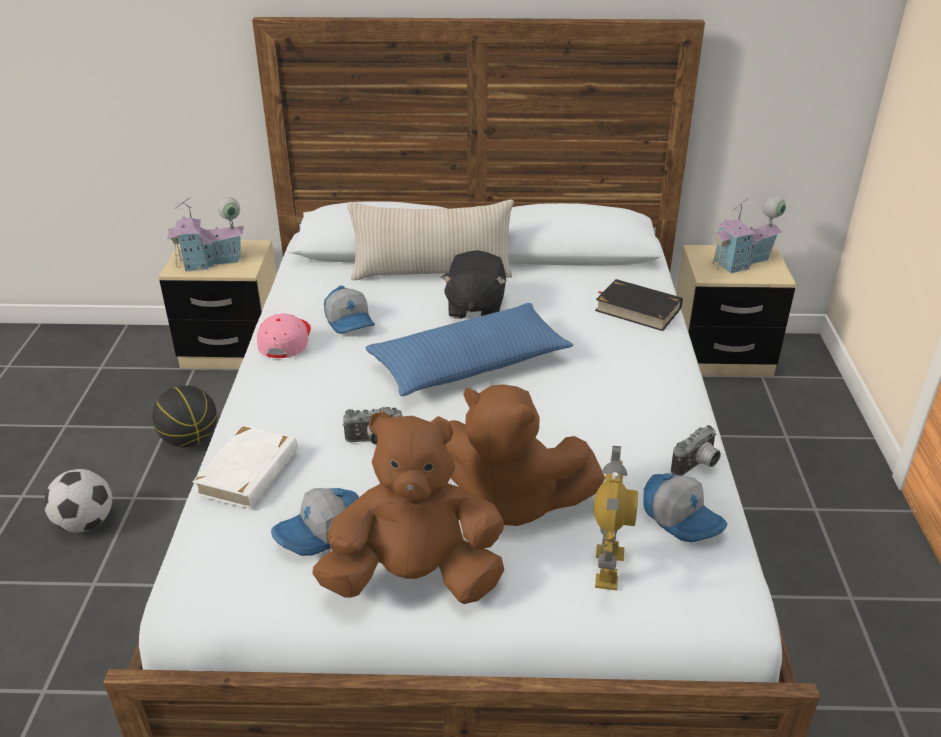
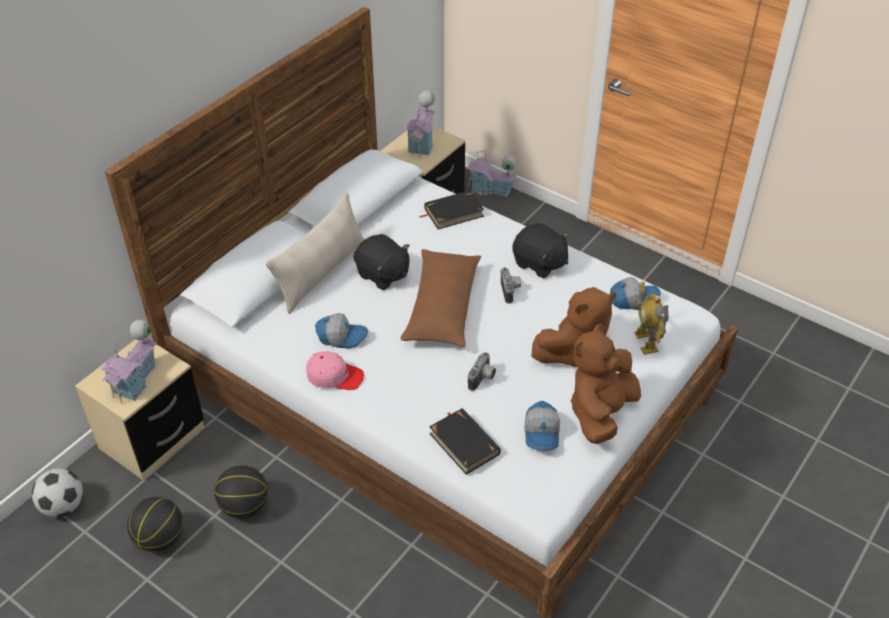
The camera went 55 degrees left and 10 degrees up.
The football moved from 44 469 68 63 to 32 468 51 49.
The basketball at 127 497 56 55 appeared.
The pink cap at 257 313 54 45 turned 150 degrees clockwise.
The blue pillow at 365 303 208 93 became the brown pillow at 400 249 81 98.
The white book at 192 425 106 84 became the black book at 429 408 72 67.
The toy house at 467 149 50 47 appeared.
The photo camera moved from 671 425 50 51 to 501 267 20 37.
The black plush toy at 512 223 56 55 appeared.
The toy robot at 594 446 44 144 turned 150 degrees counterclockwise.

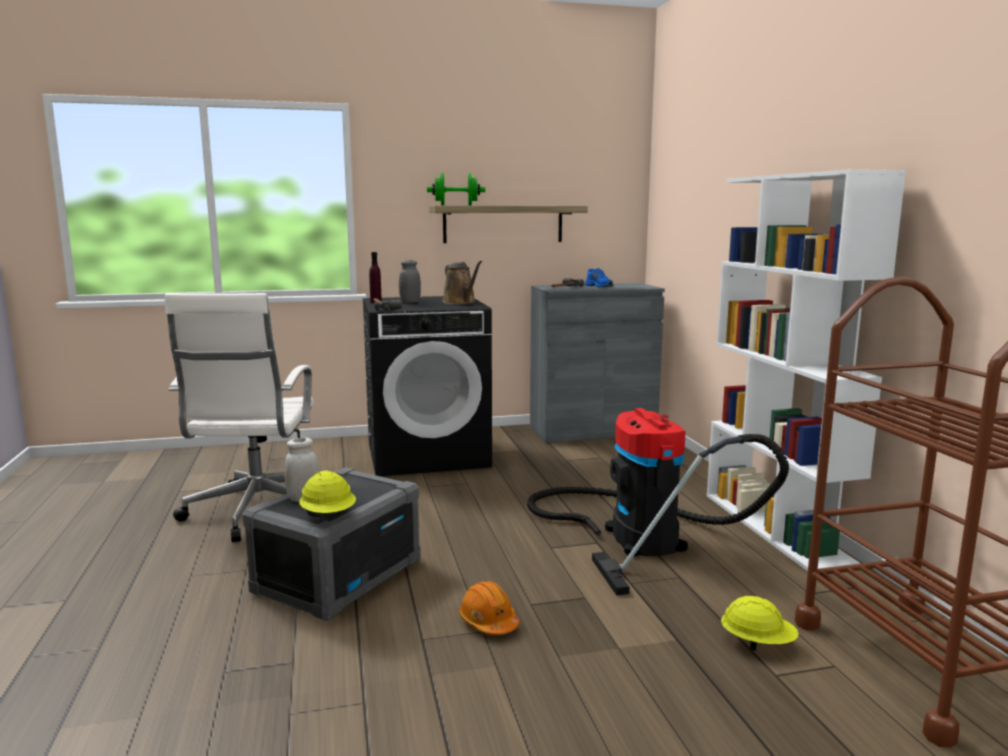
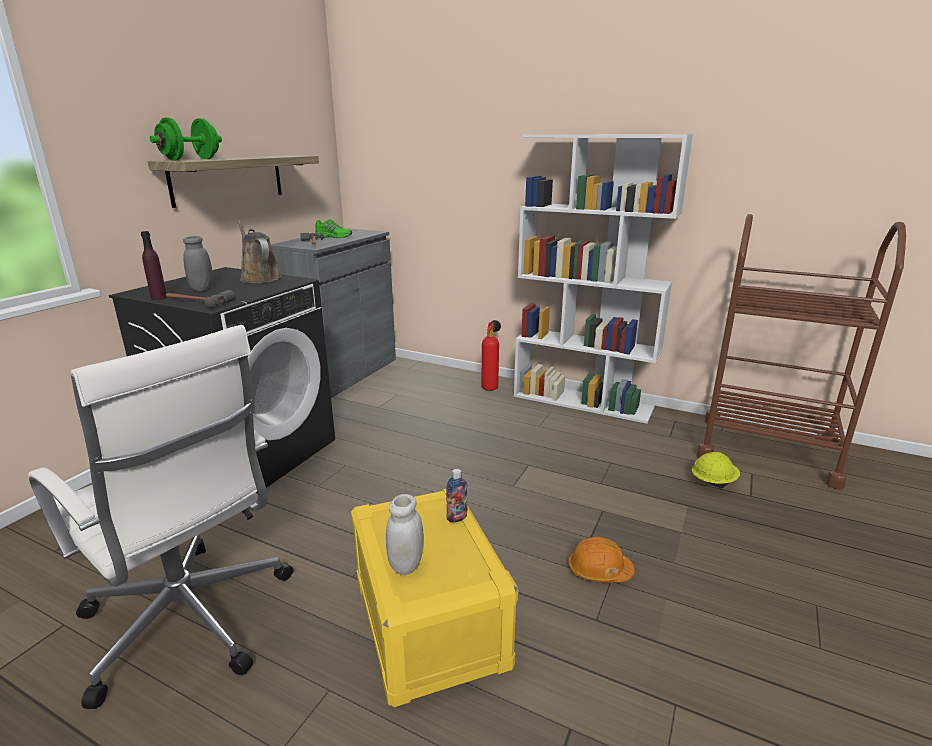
The camera went 50 degrees left and 10 degrees up.
The brown watering can at 442 261 40 43 turned 135 degrees counterclockwise.
The blue shoe at 585 268 28 19 became the green shoe at 315 219 37 19.
The grey storage box at 243 467 178 154 became the yellow storage box at 351 489 167 218.
The bottle at 446 469 21 54 appeared.
The fire extinguisher at 481 320 20 71 appeared.
The yellow hard hat at 299 471 57 46 disappeared.
The vacuum cleaner at 527 408 262 188 disappeared.

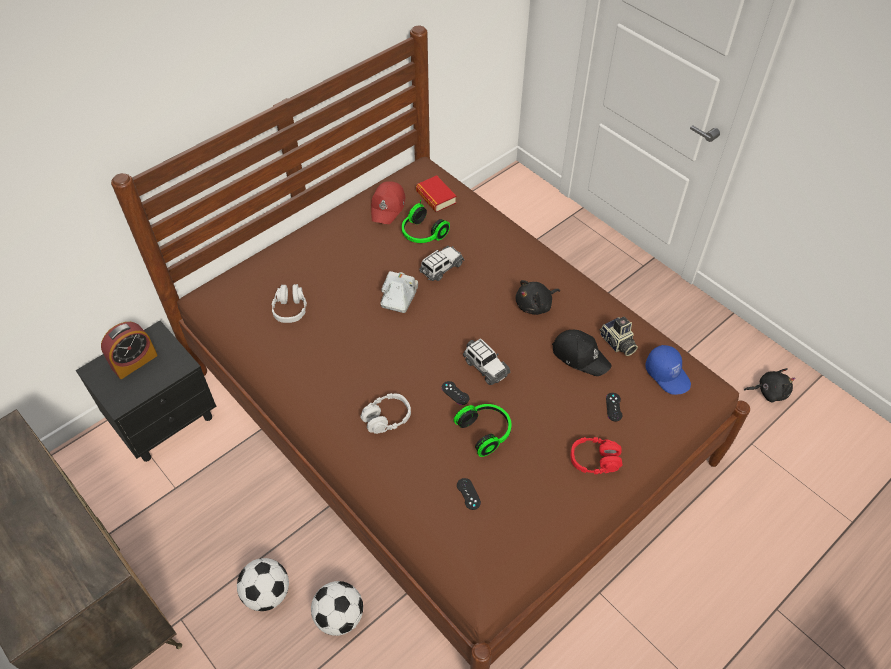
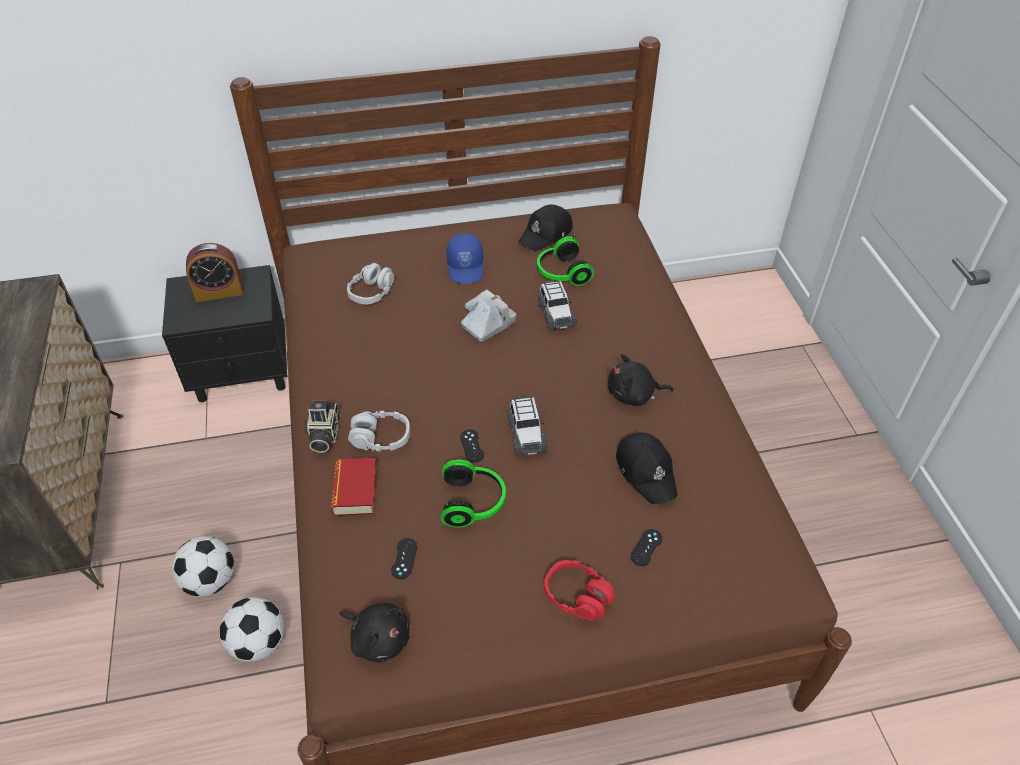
The camera went 30 degrees right and 5 degrees down.
The photo camera moved from 600 317 38 39 to 305 400 35 53.
The book moved from 416 175 40 37 to 331 458 46 58.
The black plush toy moved from 744 368 52 34 to 339 603 70 60.
The blue cap moved from 645 345 46 50 to 446 234 37 50.
The red cap at 371 181 34 43 became the black cap at 518 205 55 46.
The toy car at 419 246 45 35 turned 90 degrees clockwise.

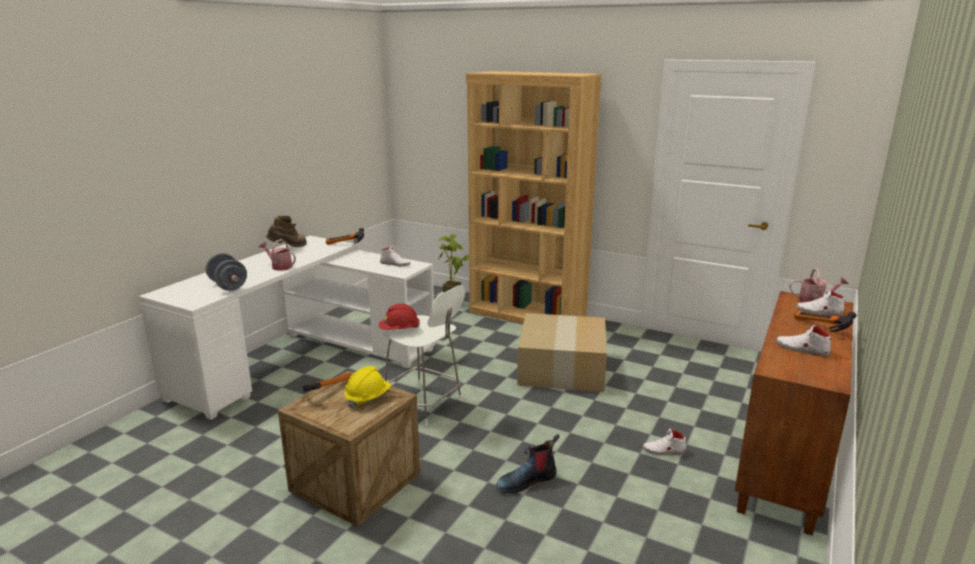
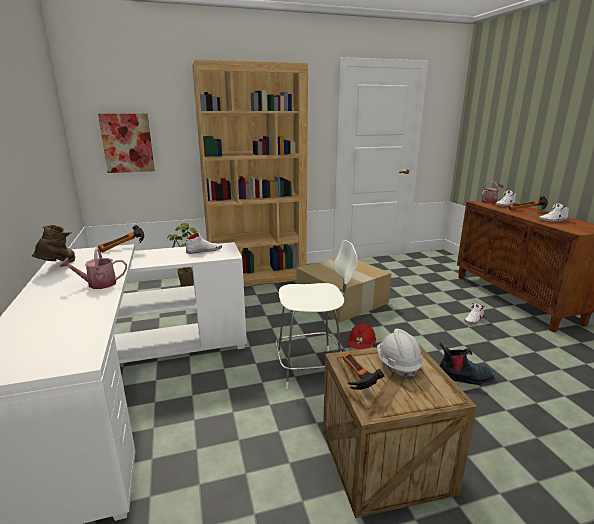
The camera went 45 degrees left and 0 degrees up.
The picture at 98 114 57 59 appeared.
The red hard hat moved from 379 304 41 26 to 348 323 28 26.
The yellow hard hat at 344 366 47 42 became the white hard hat at 377 329 46 51.
The boot at 496 434 63 59 turned 105 degrees counterclockwise.
The grey dumbbell at 206 253 41 38 disappeared.

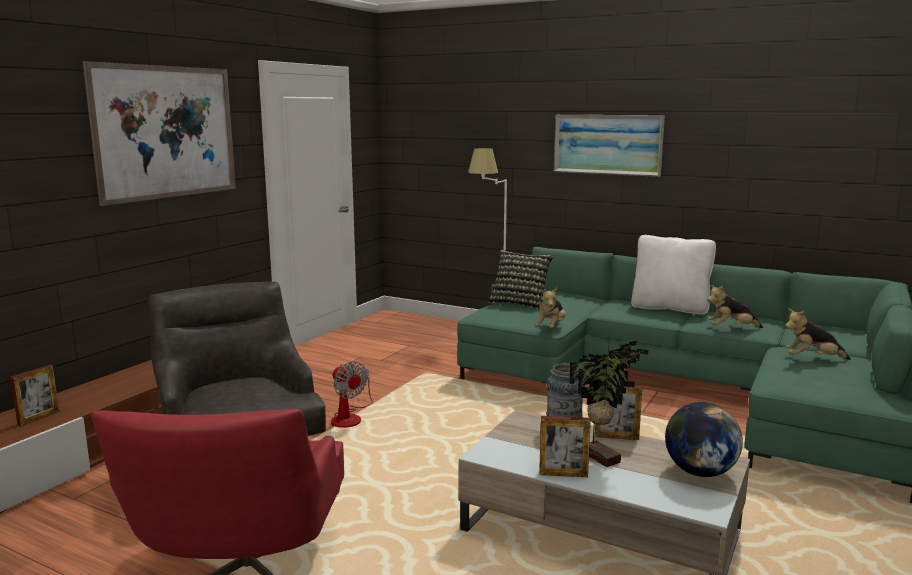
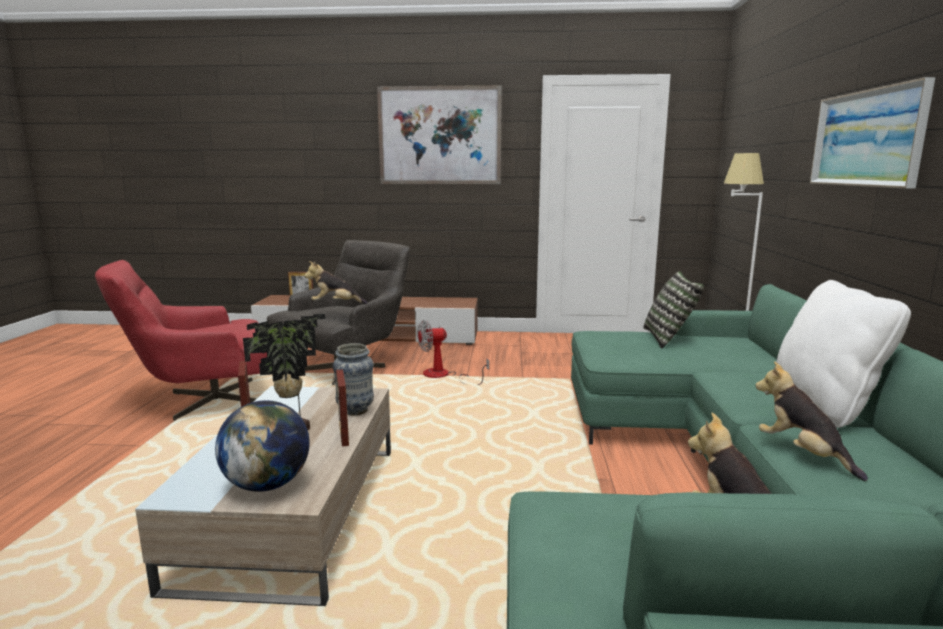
The camera went 65 degrees right and 0 degrees up.
The plush toy moved from 535 288 31 41 to 304 261 64 43.
The fan at 331 361 42 67 turned 45 degrees clockwise.

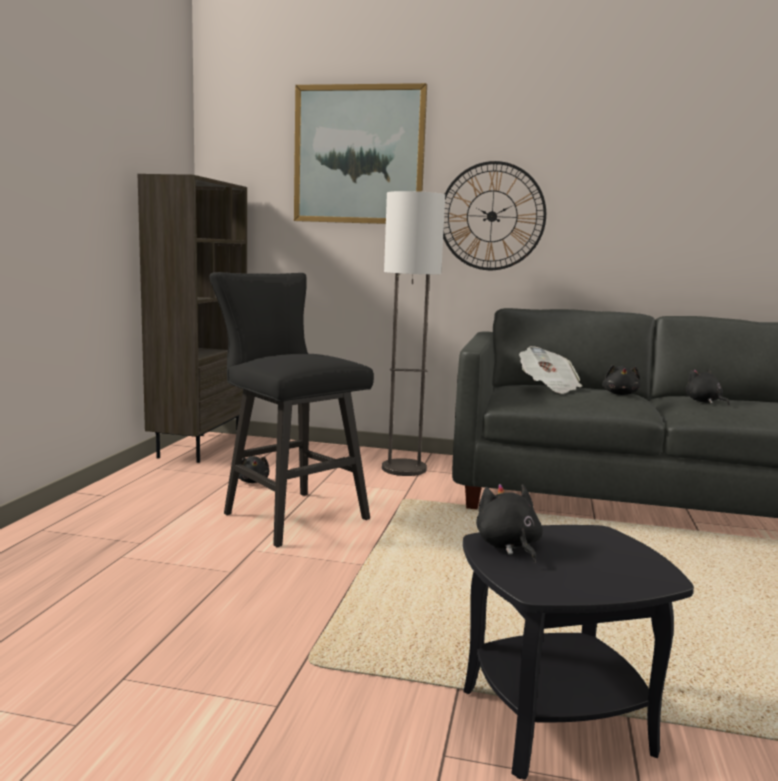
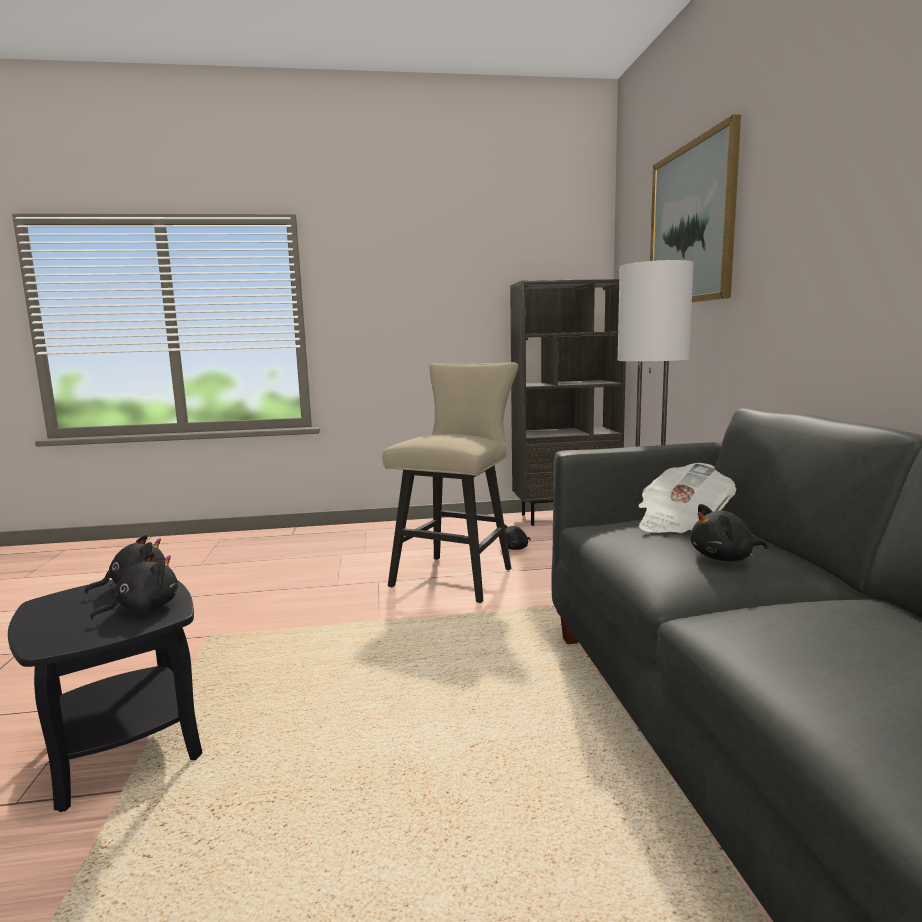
The camera went 70 degrees right and 0 degrees up.
The black plush toy moved from 685 369 45 36 to 90 552 88 69.
The black stool at 209 272 165 275 became the beige stool at 382 362 136 241.
The wall clock at 443 161 103 109 disappeared.

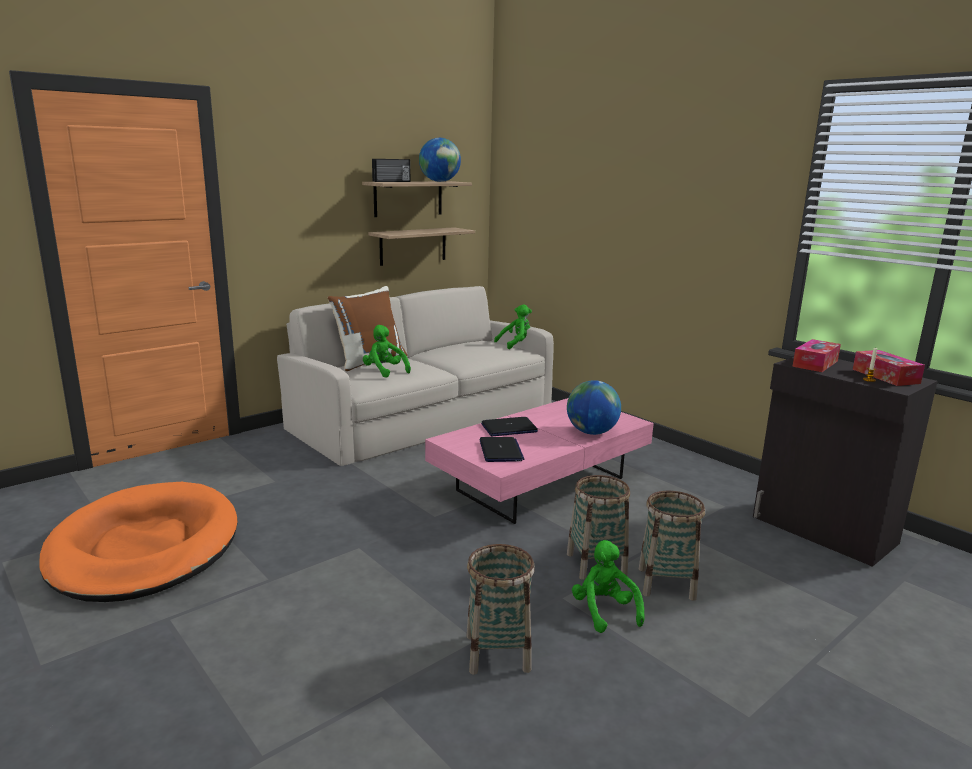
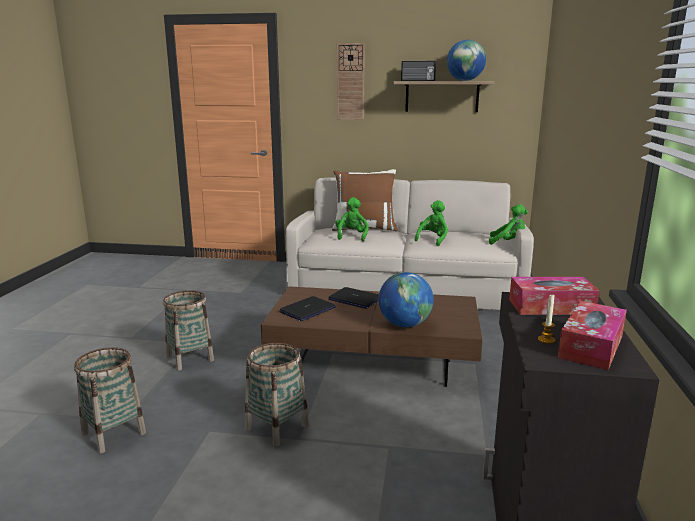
The camera went 50 degrees right and 0 degrees up.
The basket moved from 639 491 66 110 to 163 290 51 81.
The pink coffee table at 425 398 229 126 became the brown coffee table at 261 286 221 101.
The wall clock at 337 43 28 77 appeared.
The green plush toy moved from 572 540 73 93 to 415 200 33 46.
The orange dog bed at 39 482 199 120 disappeared.
The shelf at 368 227 107 39 disappeared.

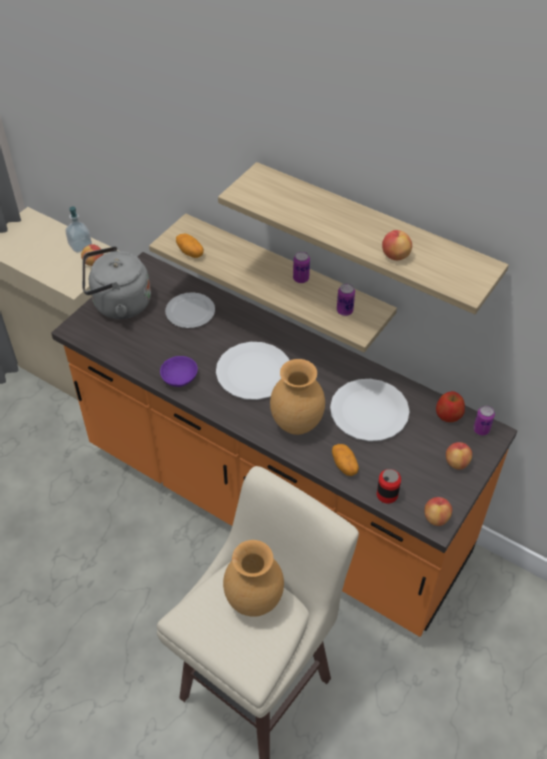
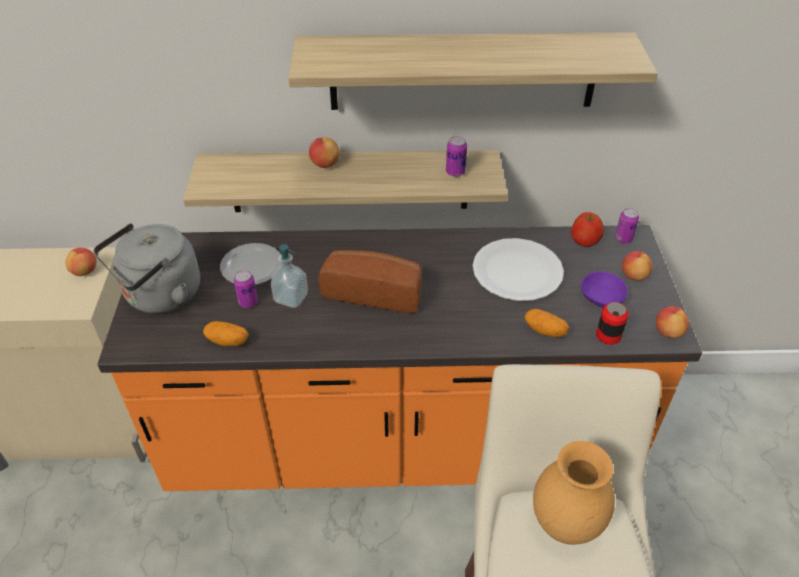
The camera went 35 degrees left and 5 degrees down.
The potato moved from 176 234 28 24 to 203 321 46 25.
The can moved from 293 251 17 32 to 234 270 24 38.
The soap dispenser moved from 66 206 26 47 to 271 244 37 64.
The apple moved from 382 230 30 30 to 309 137 31 31.
The white plate at 216 342 74 58 was replaced by the bread at 318 250 104 63.
The purple bowl moved from 160 356 38 31 to 581 271 47 37.
The brown vase at 270 359 55 76 disappeared.

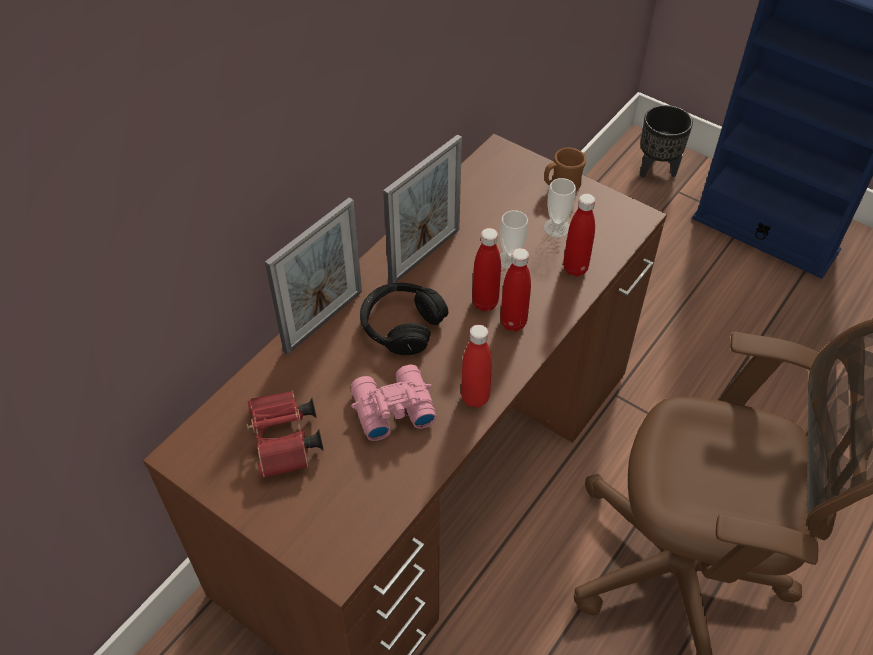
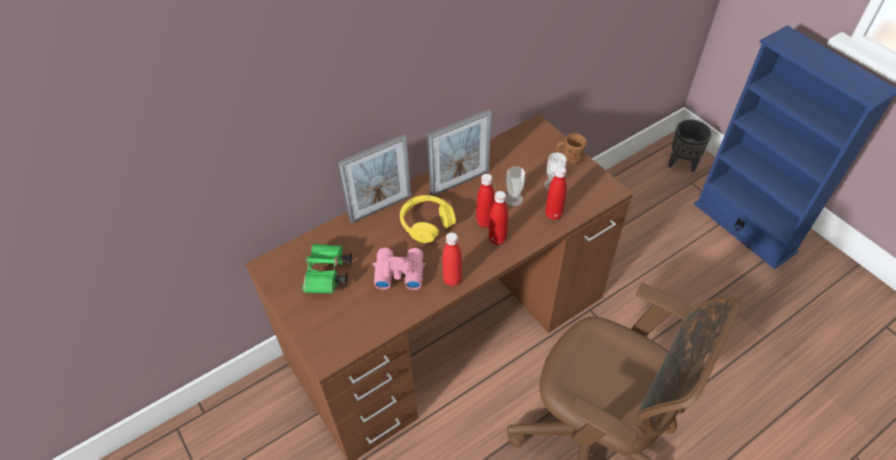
The camera went 20 degrees right and 0 degrees up.
The red binoculars at 247 391 76 87 became the green binoculars at 303 244 49 50.
The black headphones at 360 283 88 72 became the yellow headphones at 400 195 56 48.

